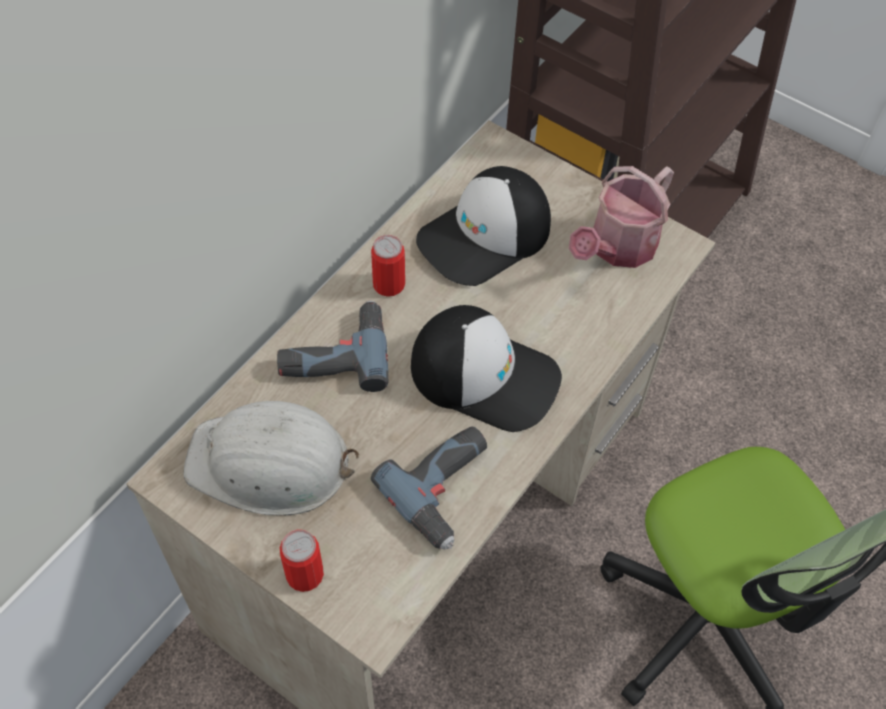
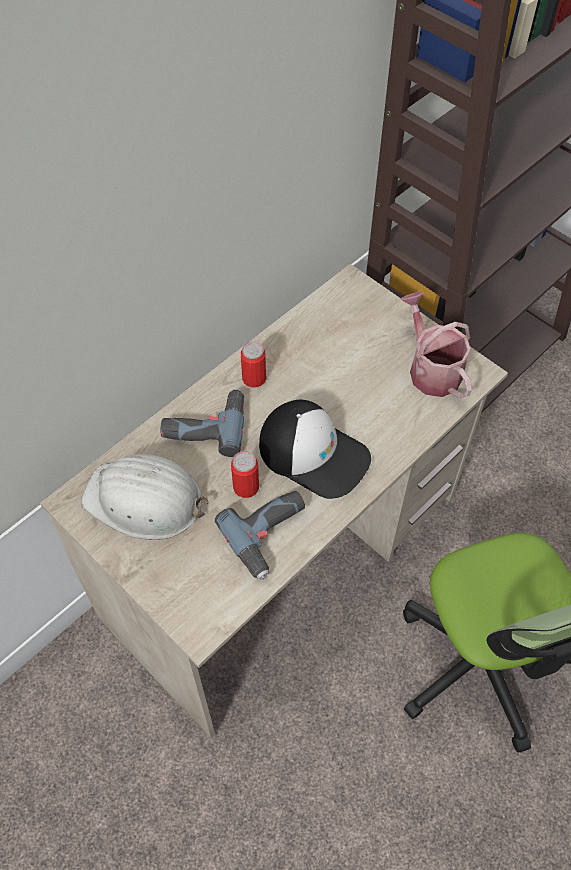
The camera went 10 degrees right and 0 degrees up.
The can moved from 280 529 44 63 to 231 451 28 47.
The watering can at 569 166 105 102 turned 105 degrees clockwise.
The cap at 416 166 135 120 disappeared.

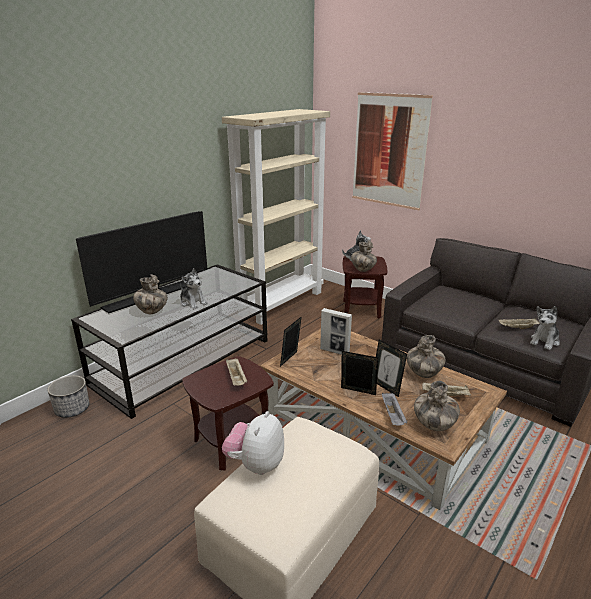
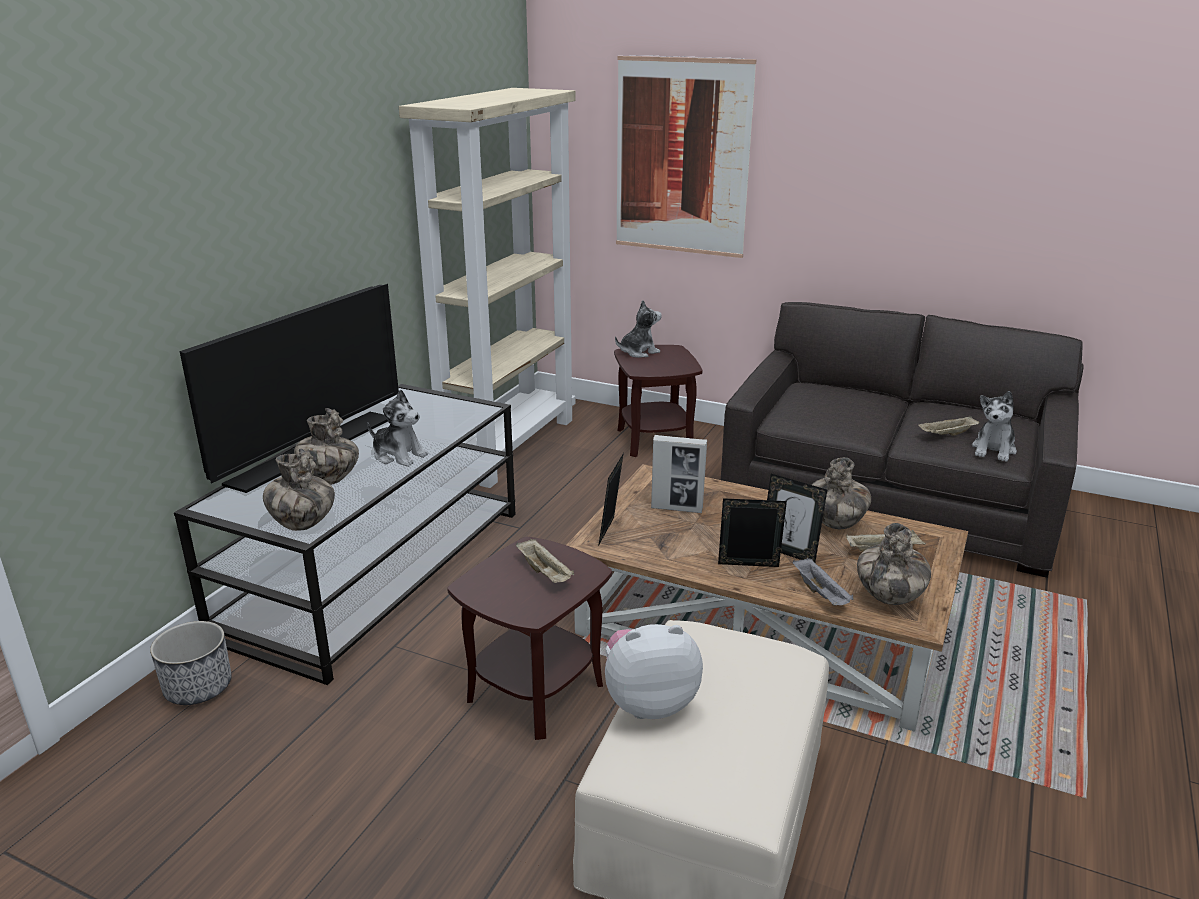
The camera went 15 degrees left and 0 degrees up.
The vase moved from 351 240 26 32 to 263 449 72 82.
The plush toy at 222 411 62 64 turned 75 degrees clockwise.

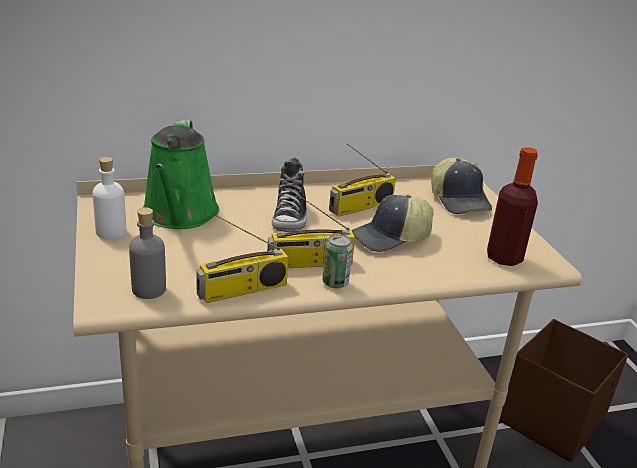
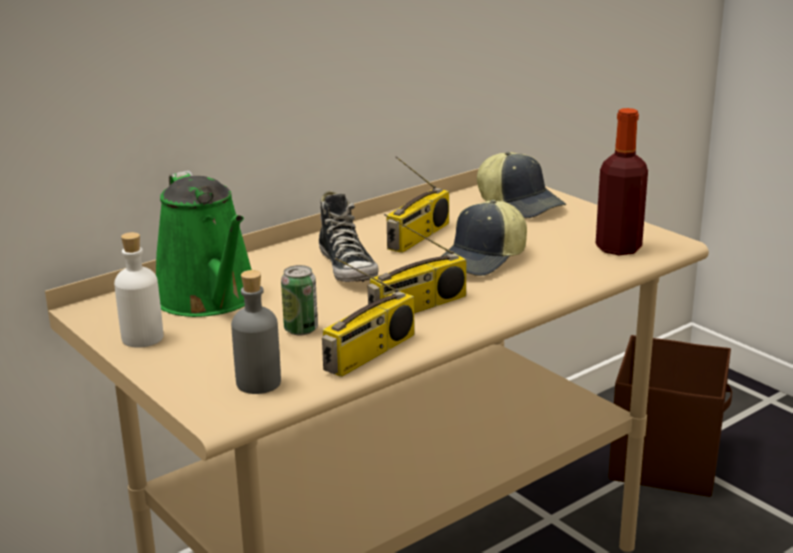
The camera went 20 degrees left and 5 degrees down.
The can moved from 323 234 30 55 to 281 265 37 70.

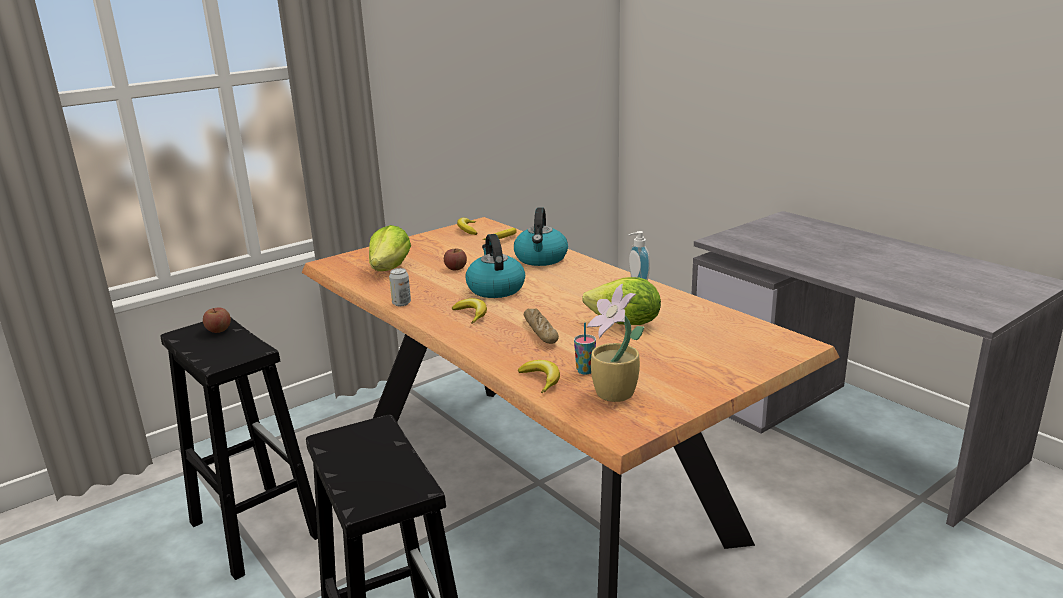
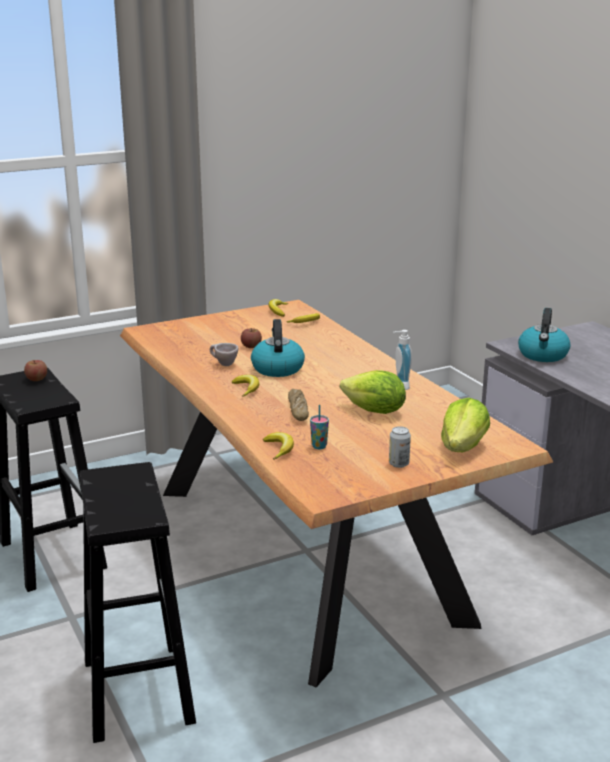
The camera went 10 degrees right and 0 degrees up.
The beige cup at 210 343 28 23 appeared.
The can moved from 389 268 22 38 to 389 426 22 42.
The lettuce moved from 369 225 42 46 to 441 398 49 54.
The kettle moved from 514 208 54 58 to 518 308 53 54.
The potted plant at 587 284 57 118 disappeared.

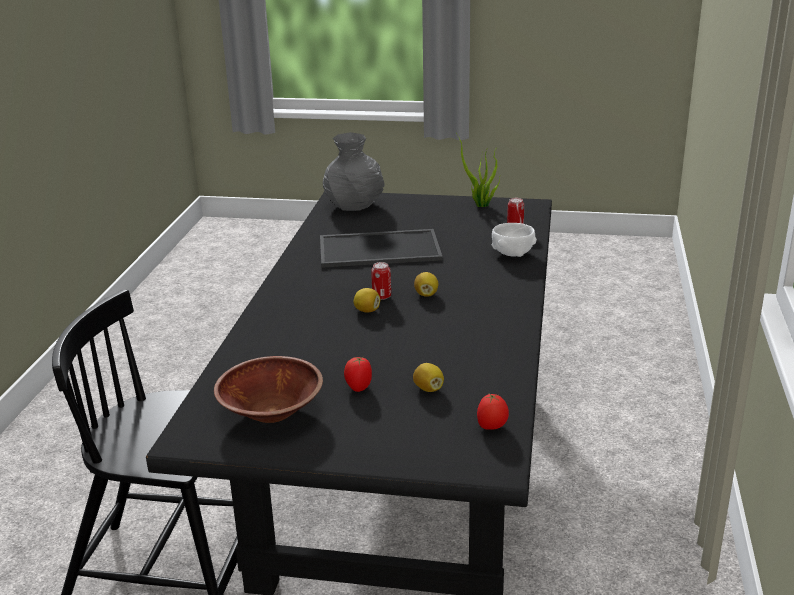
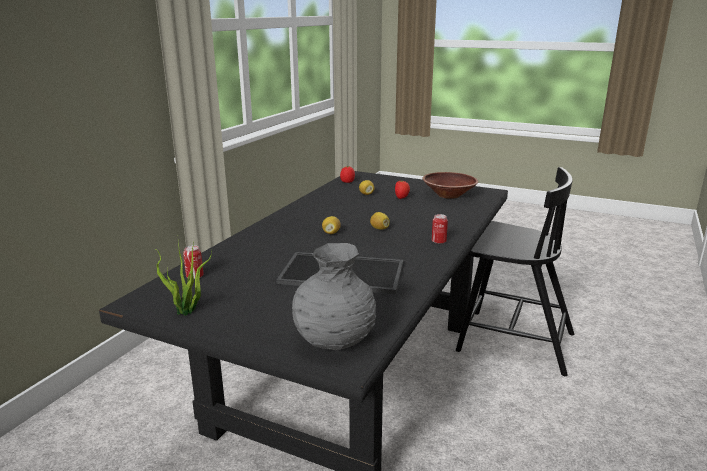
The camera went 165 degrees left and 5 degrees down.
The can moved from 371 262 20 38 to 432 214 16 30.
The white bowl at 492 223 45 34 disappeared.

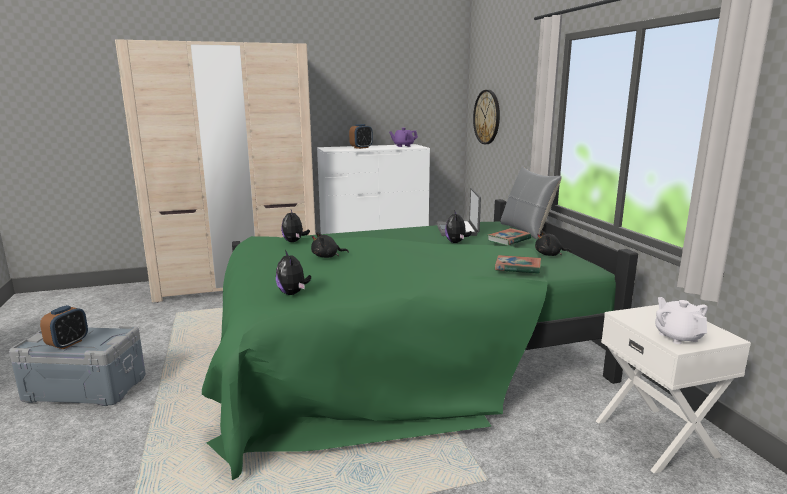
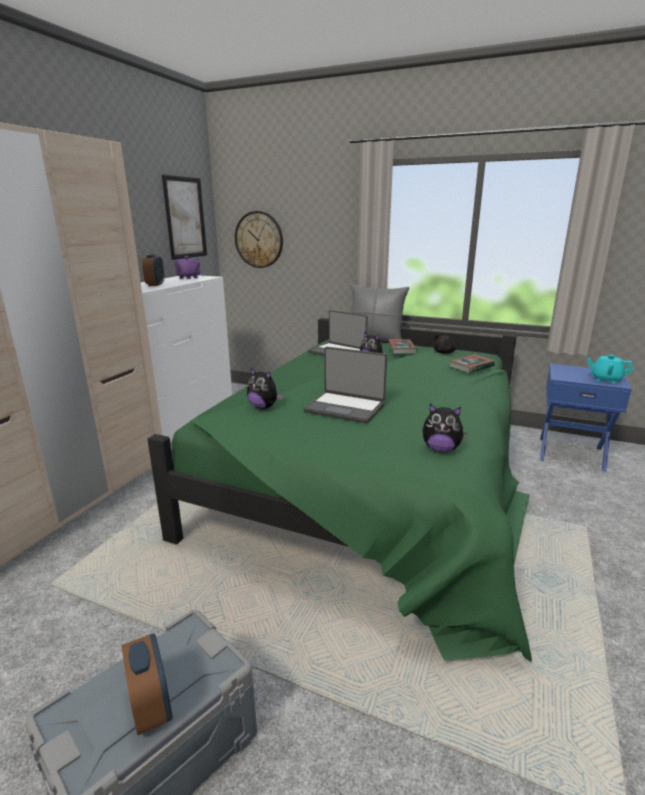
The camera went 50 degrees left and 5 degrees up.
The picture at 162 175 45 85 appeared.
The black plush toy at 311 232 38 26 was replaced by the laptop at 304 347 83 76.
The white nightstand at 596 305 155 168 became the blue nightstand at 540 364 92 108.
The white teapot at 655 297 53 47 became the turquoise teapot at 587 354 46 30.

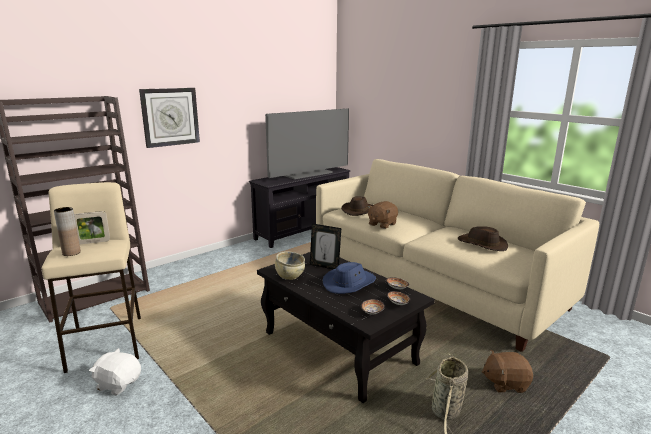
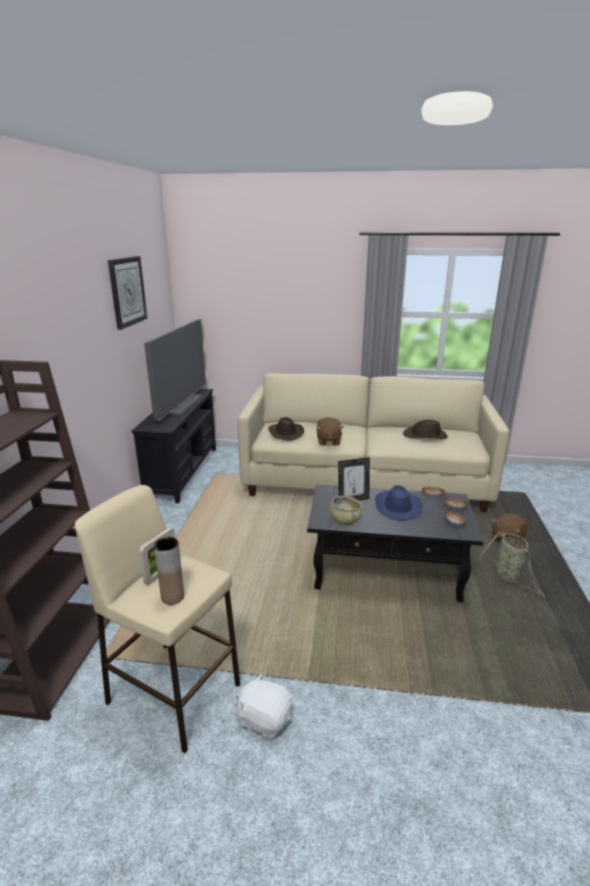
The camera went 40 degrees left and 5 degrees up.
The wall clock moved from 139 88 61 60 to 108 256 40 74.
The white plush toy at 89 348 52 48 turned 45 degrees clockwise.

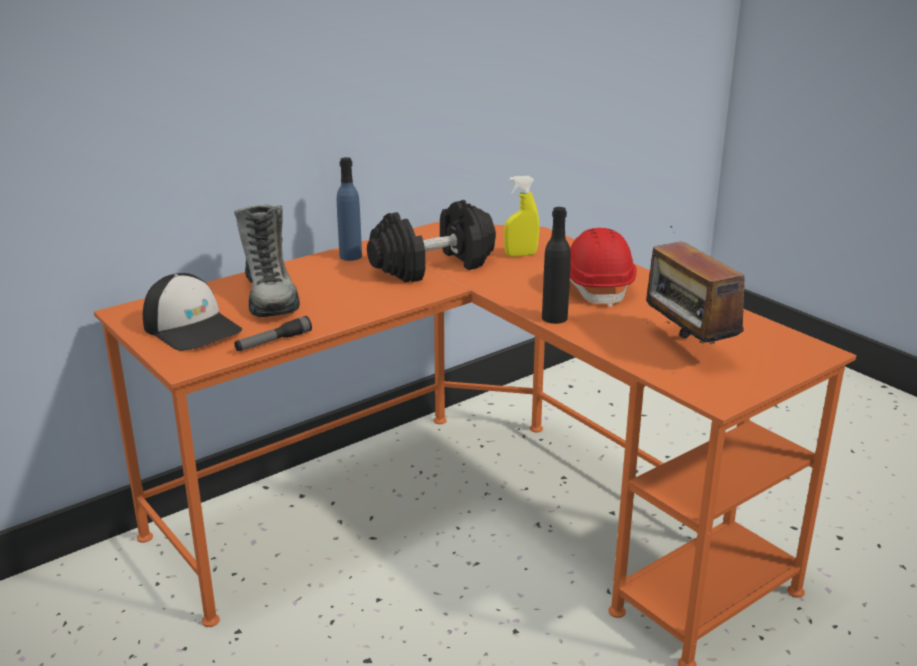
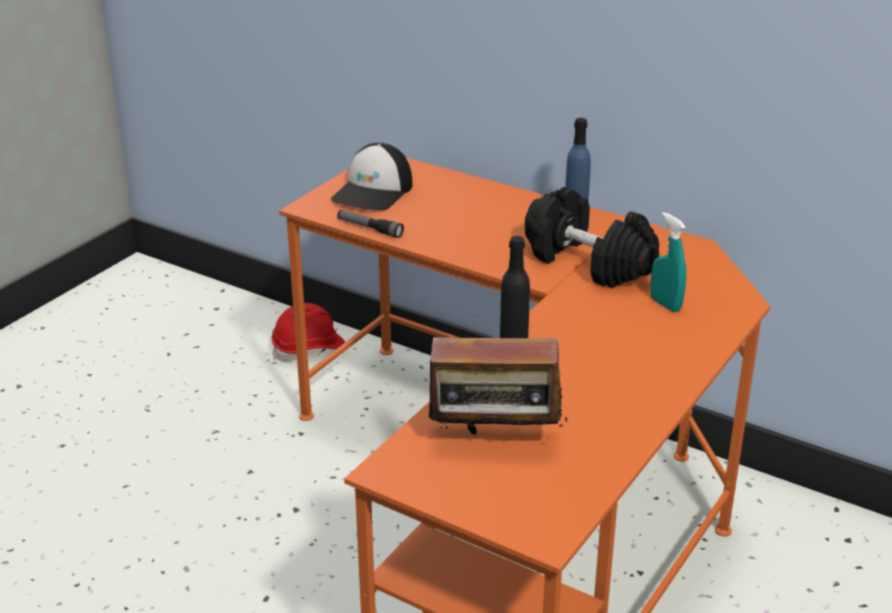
The camera went 70 degrees right and 5 degrees up.
The red hard hat moved from 570 228 67 79 to 271 303 74 58.
The radio at 646 226 99 118 turned 135 degrees counterclockwise.
The yellow spray bottle at 504 176 35 80 became the turquoise spray bottle at 651 212 35 100.
The boot at 234 205 66 112 disappeared.

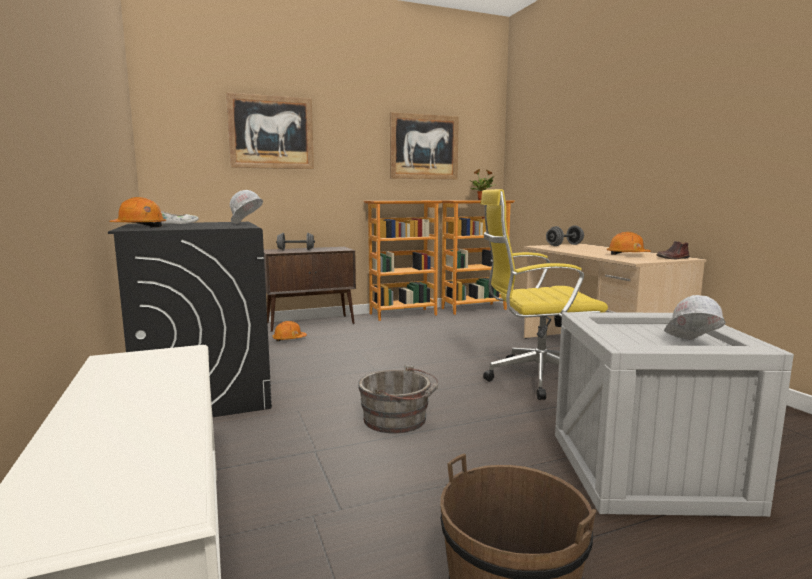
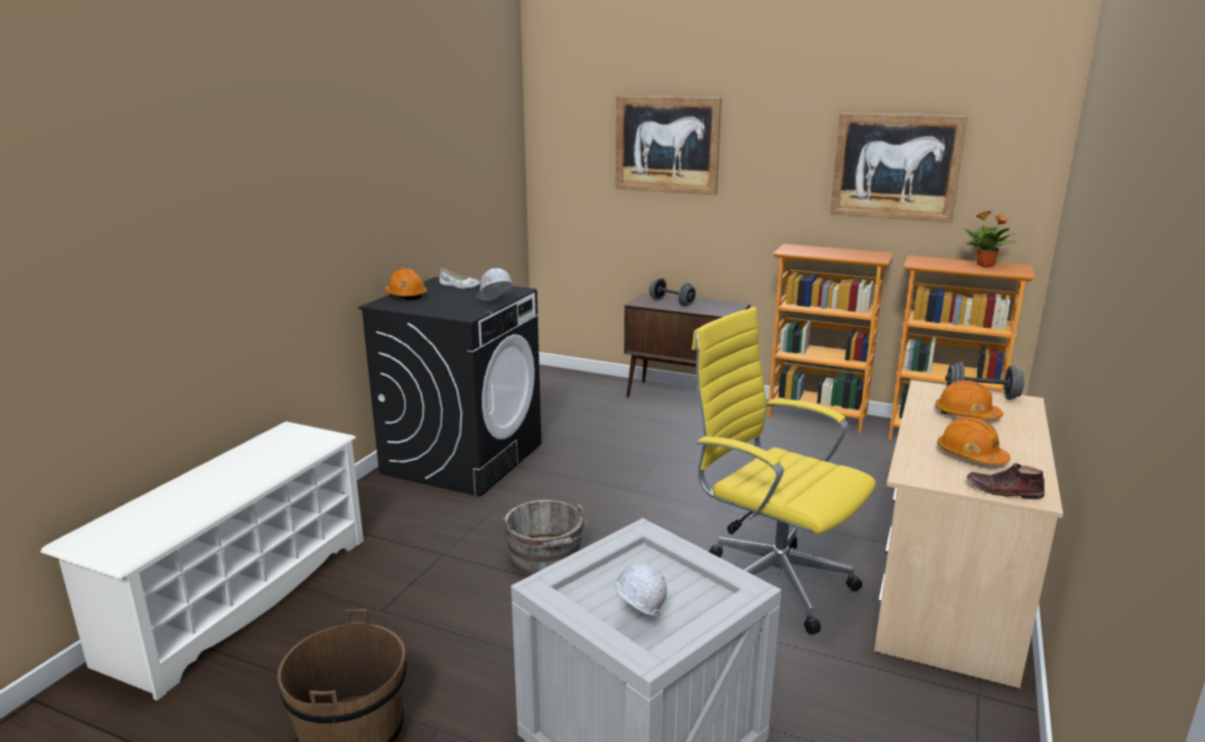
The camera went 45 degrees right and 10 degrees up.
The orange hard hat moved from 272 321 35 20 to 935 380 68 39.

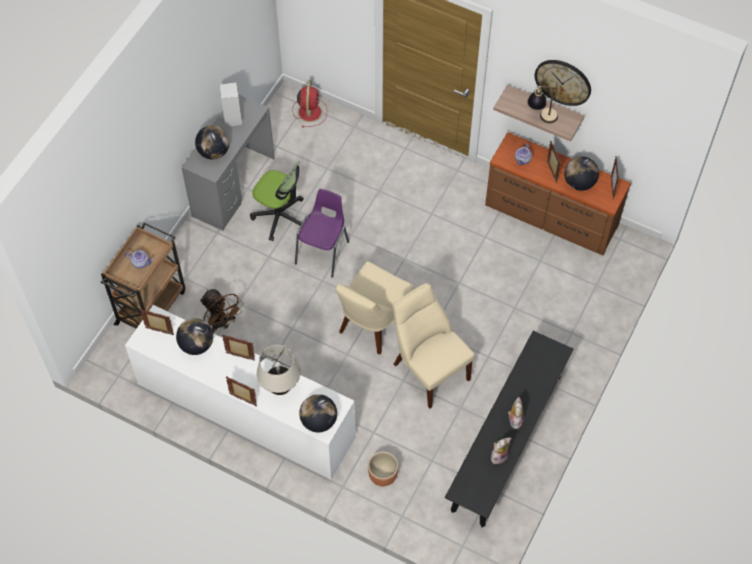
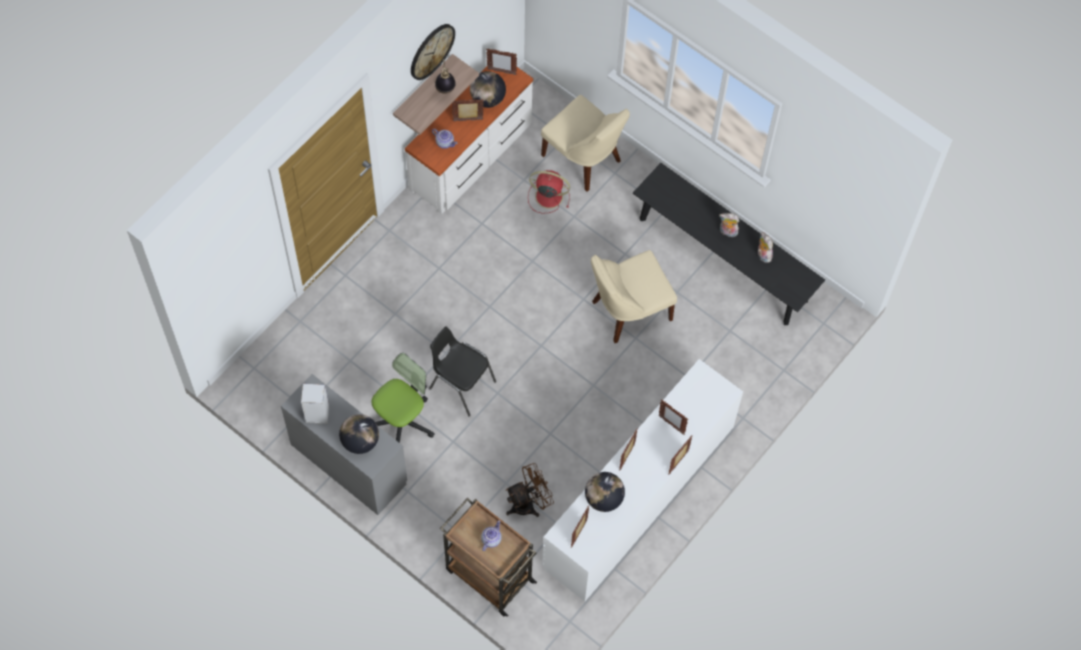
The camera went 80 degrees left and 5 degrees up.
The brown dresser at 485 132 146 124 became the white dresser at 405 66 128 148.
The purple chair at 295 189 54 89 became the black chair at 429 326 67 91.
The red fan moved from 292 80 35 47 to 528 170 42 44.
The beige chair moved from 336 261 79 94 to 541 95 89 97.
The beige table lamp at 256 345 44 50 was replaced by the picture frame at 659 400 29 35.
The globe at 299 394 38 38 disappeared.
The brown planter at 368 452 30 34 disappeared.

